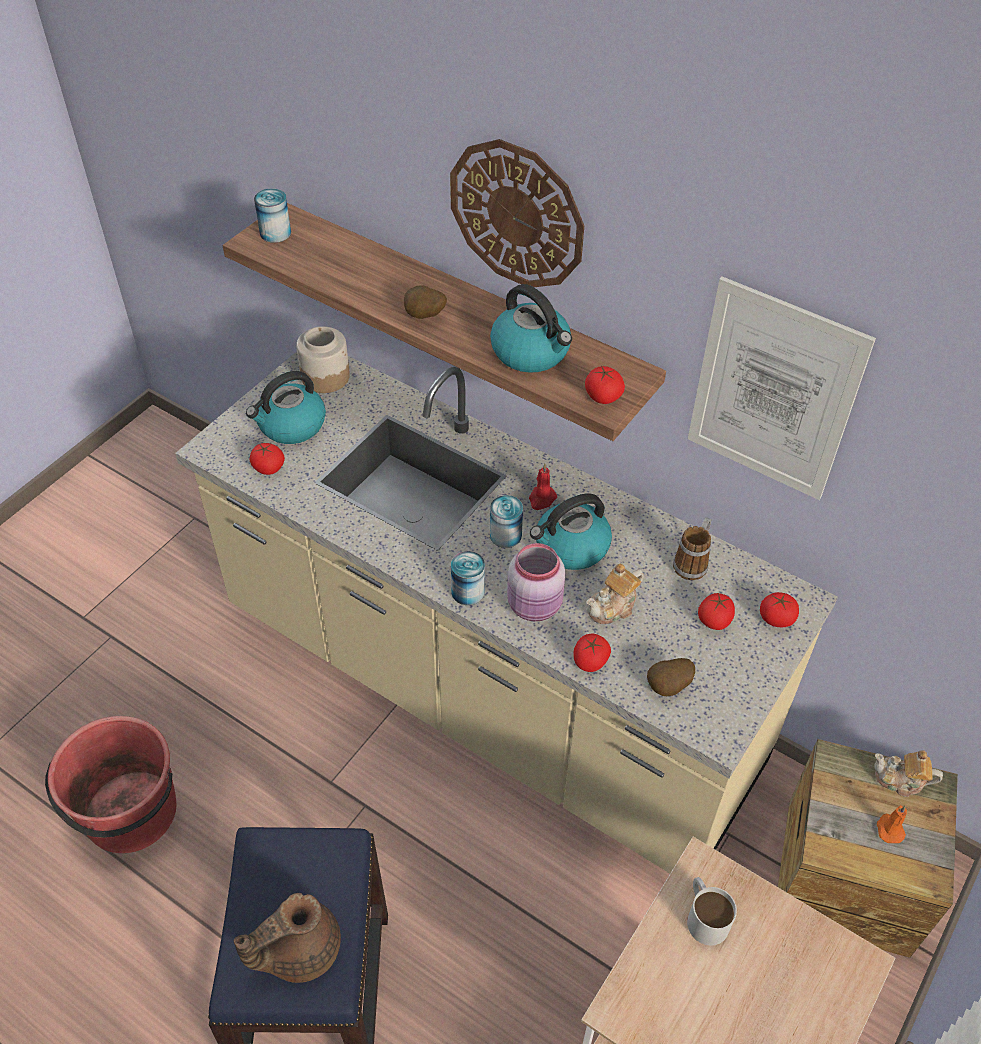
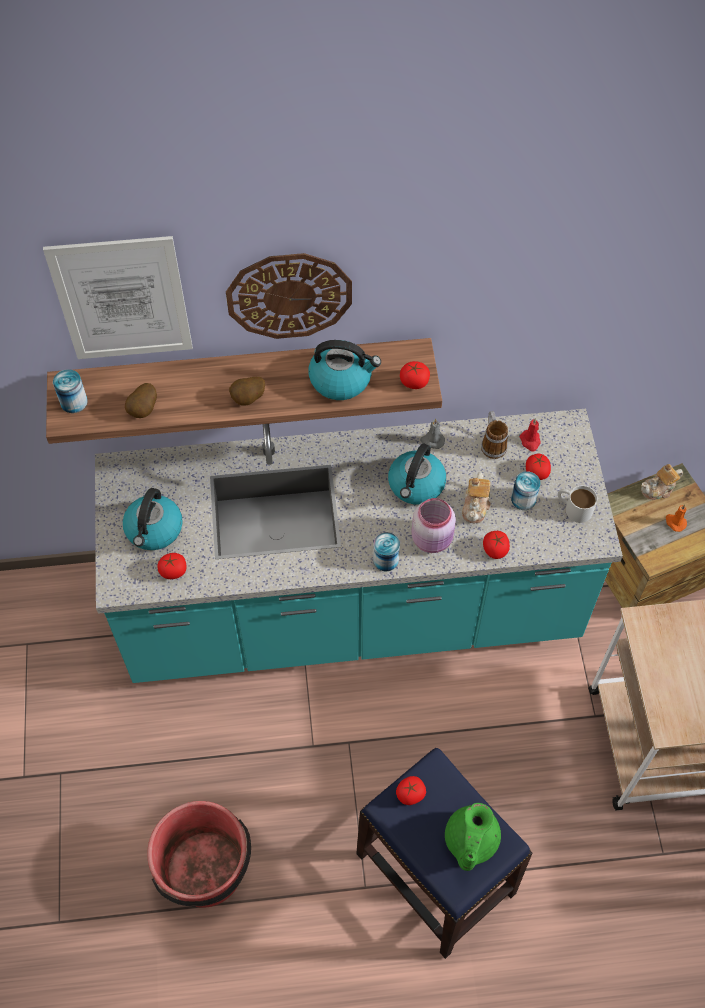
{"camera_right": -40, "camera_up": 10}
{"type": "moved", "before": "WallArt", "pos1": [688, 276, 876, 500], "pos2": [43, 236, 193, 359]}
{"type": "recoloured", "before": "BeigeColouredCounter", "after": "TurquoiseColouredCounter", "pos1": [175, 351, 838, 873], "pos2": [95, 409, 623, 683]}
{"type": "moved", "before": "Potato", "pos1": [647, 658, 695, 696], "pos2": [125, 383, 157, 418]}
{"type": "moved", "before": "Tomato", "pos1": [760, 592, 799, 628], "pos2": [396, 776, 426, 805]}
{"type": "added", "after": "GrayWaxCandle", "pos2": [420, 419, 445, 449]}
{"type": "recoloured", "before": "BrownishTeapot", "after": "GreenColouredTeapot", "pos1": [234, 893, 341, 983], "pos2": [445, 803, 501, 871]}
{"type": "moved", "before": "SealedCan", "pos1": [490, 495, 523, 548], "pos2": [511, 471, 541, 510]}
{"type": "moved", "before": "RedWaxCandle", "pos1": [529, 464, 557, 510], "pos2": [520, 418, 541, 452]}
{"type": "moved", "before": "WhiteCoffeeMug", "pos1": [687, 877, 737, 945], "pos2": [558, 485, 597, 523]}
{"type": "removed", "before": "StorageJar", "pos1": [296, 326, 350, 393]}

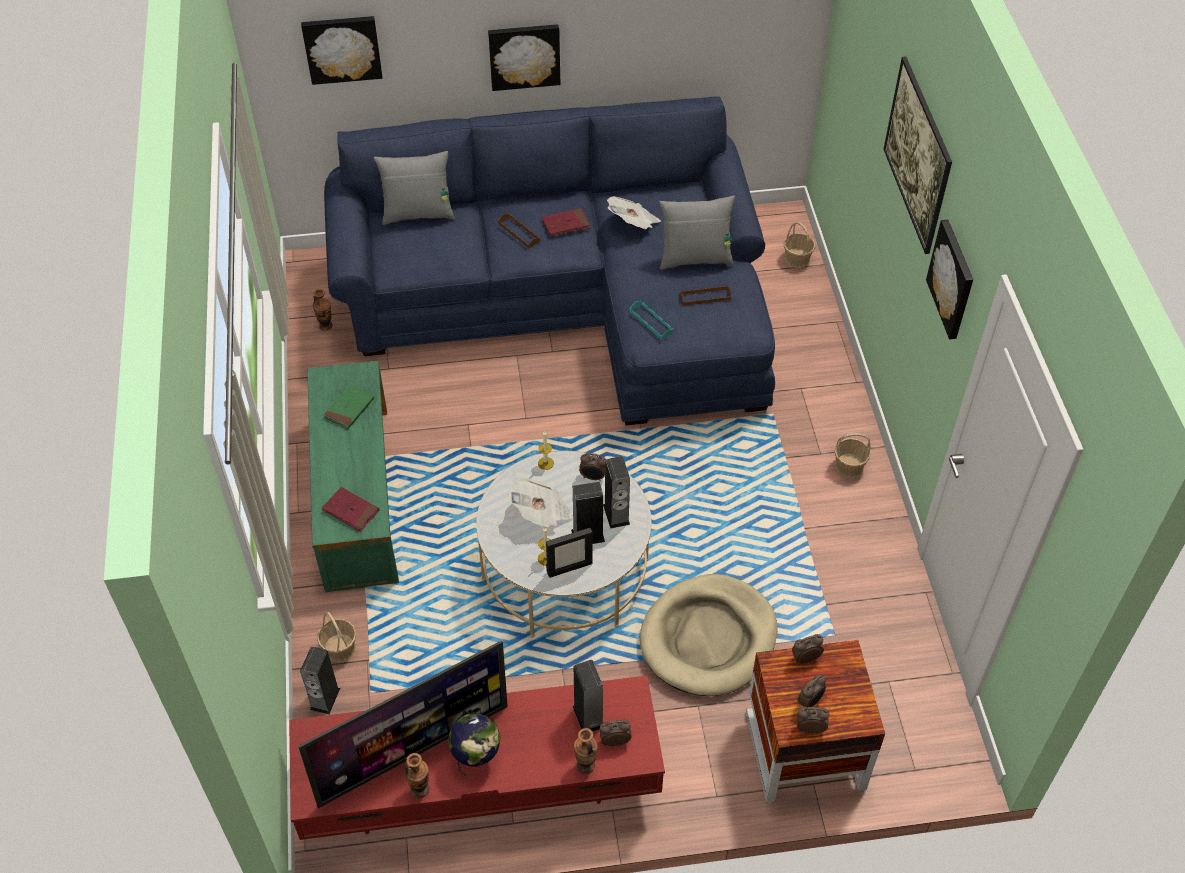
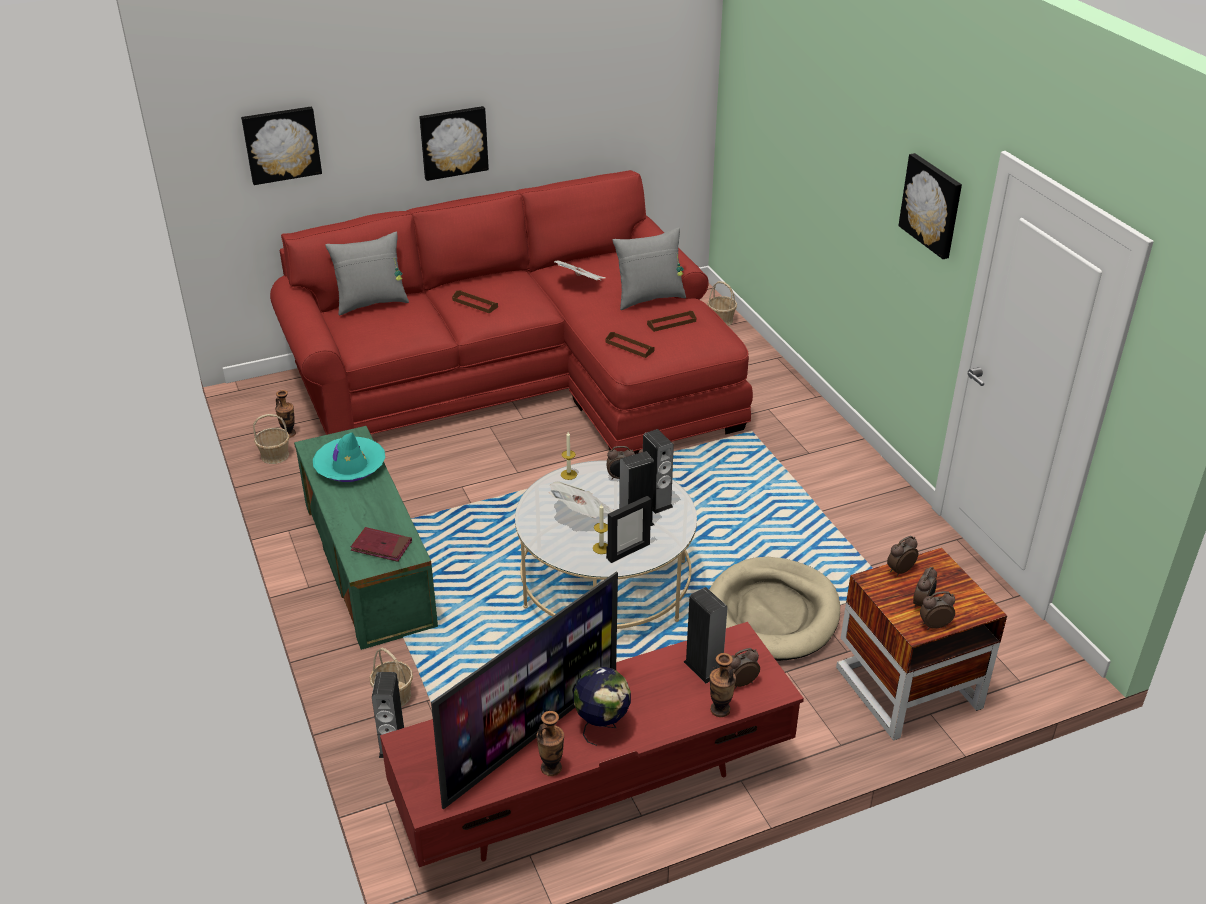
{"camera_right": -15, "camera_up": -15}
{"type": "moved", "before": "Basket", "pos1": [834, 433, 871, 478], "pos2": [253, 414, 290, 464]}
{"type": "recoloured", "before": "BlueColouredSettee", "after": "RedSettee", "pos1": [324, 96, 775, 426], "pos2": [270, 170, 753, 454]}
{"type": "replaced", "before": "GreenColouredVolume", "after": "TurquoiseColouredClothingHat", "pos1": [323, 384, 374, 429], "pos2": [313, 432, 385, 482]}
{"type": "recoloured", "before": "TurquoiseColouredTray", "after": "BrownishTray", "pos1": [630, 301, 674, 340], "pos2": [606, 332, 654, 358]}
{"type": "removed", "before": "RedVolume", "pos1": [542, 208, 590, 237]}
{"type": "removed", "before": "WallArt", "pos1": [883, 56, 952, 254]}

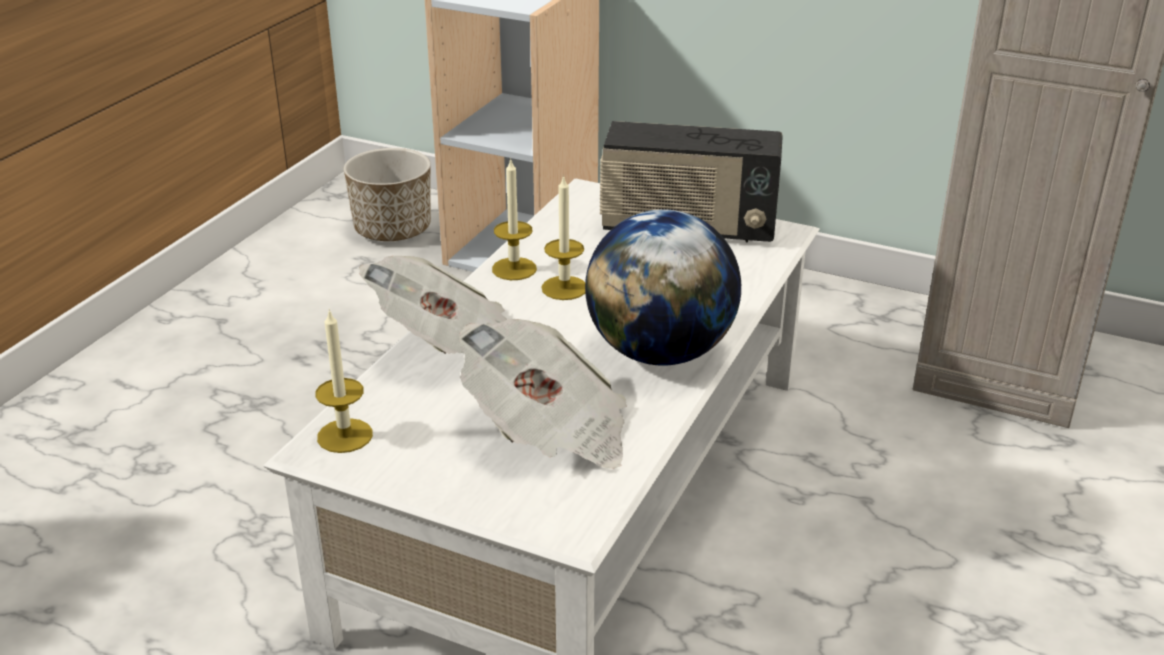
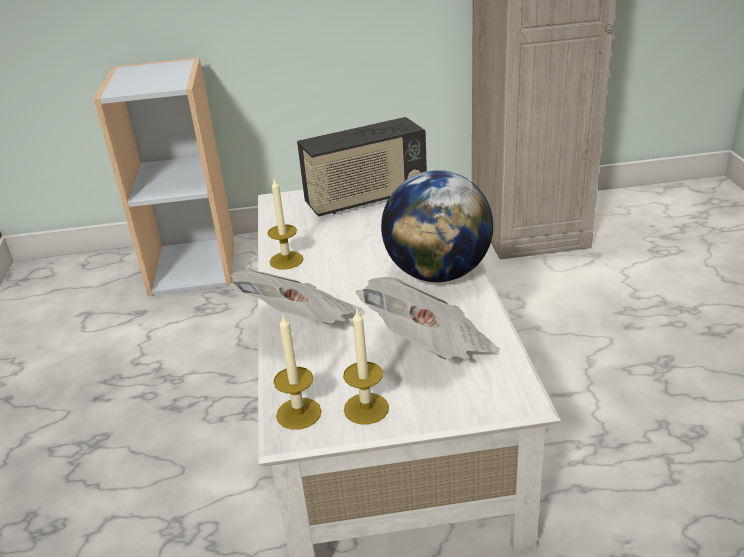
{"camera_right": -30, "camera_up": 0}
{"type": "moved", "before": "WaxCandle", "pos1": [542, 175, 585, 300], "pos2": [343, 310, 389, 424]}
{"type": "removed", "before": "FlowerPot", "pos1": [344, 148, 431, 241]}

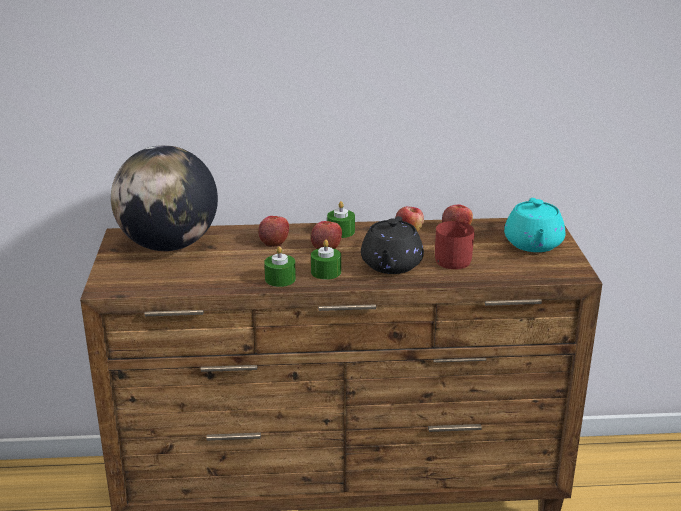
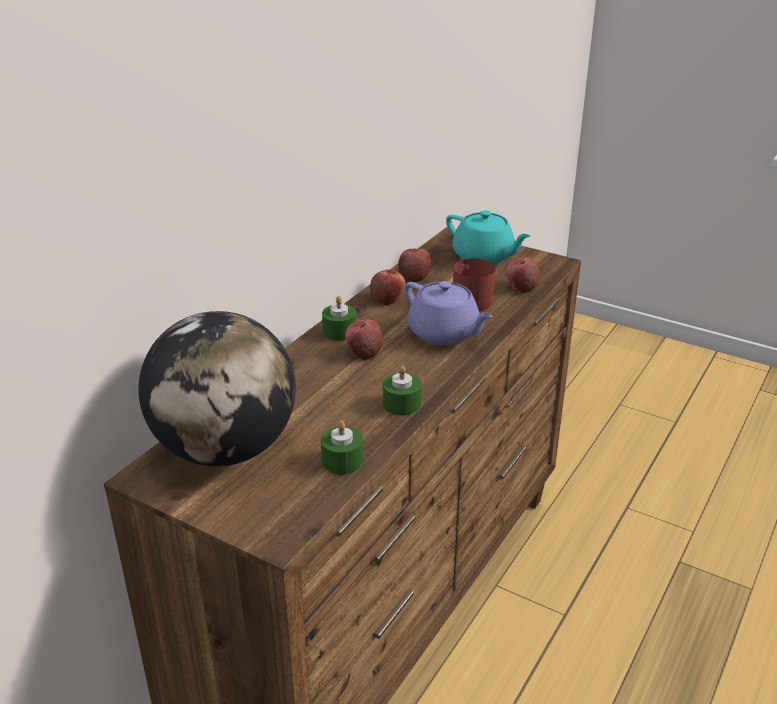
{"camera_right": -55, "camera_up": 5}
{"type": "moved", "before": "GreenColouredWaxCandle", "pos1": [311, 240, 341, 280], "pos2": [321, 420, 364, 475]}
{"type": "recoloured", "before": "BlackTeapot", "after": "PurpleTeapot", "pos1": [361, 216, 424, 274], "pos2": [405, 281, 493, 345]}
{"type": "moved", "before": "WholeApple", "pos1": [259, 216, 289, 247], "pos2": [506, 257, 539, 294]}

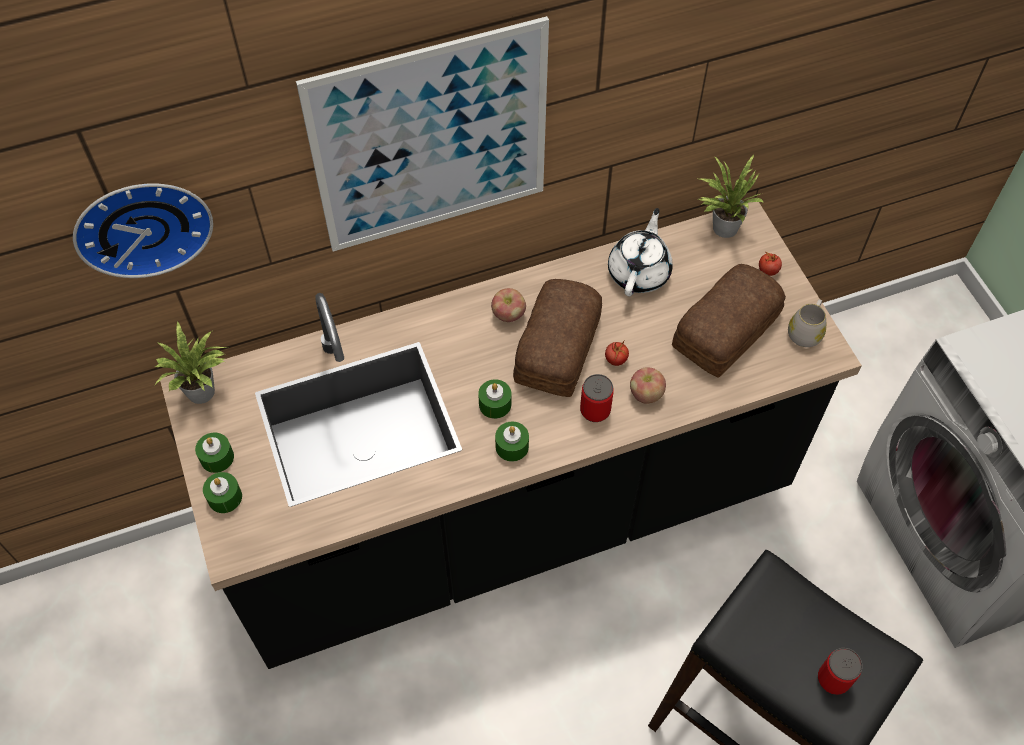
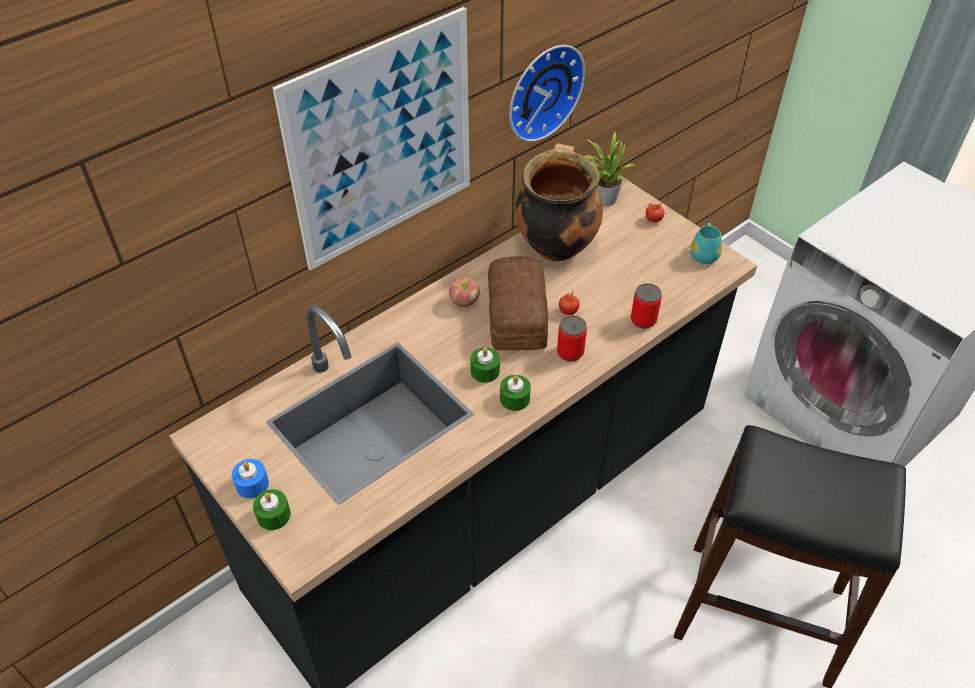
{"camera_right": -20, "camera_up": -10}
{"type": "recoloured", "before": "GreenColouredWaxCandle", "after": "BlueColouredWaxCandle", "pos1": [195, 432, 234, 473], "pos2": [232, 459, 269, 499]}
{"type": "moved", "before": "ClockOnTheWall", "pos1": [73, 183, 213, 278], "pos2": [509, 45, 585, 142]}
{"type": "replaced", "before": "WhiteTeapot", "after": "CookingPot", "pos1": [608, 208, 673, 296], "pos2": [515, 143, 603, 262]}
{"type": "moved", "before": "SealedCan", "pos1": [818, 648, 862, 695], "pos2": [631, 283, 662, 329]}
{"type": "recoloured", "before": "WhiteCoffeeMug", "after": "TurquoiseColouredCoffeeMug", "pos1": [788, 299, 826, 347], "pos2": [690, 223, 722, 264]}
{"type": "removed", "before": "PlantInAPot", "pos1": [155, 322, 227, 404]}
{"type": "removed", "before": "WholeApple", "pos1": [630, 368, 666, 404]}
{"type": "removed", "before": "BakedBread", "pos1": [672, 264, 786, 378]}

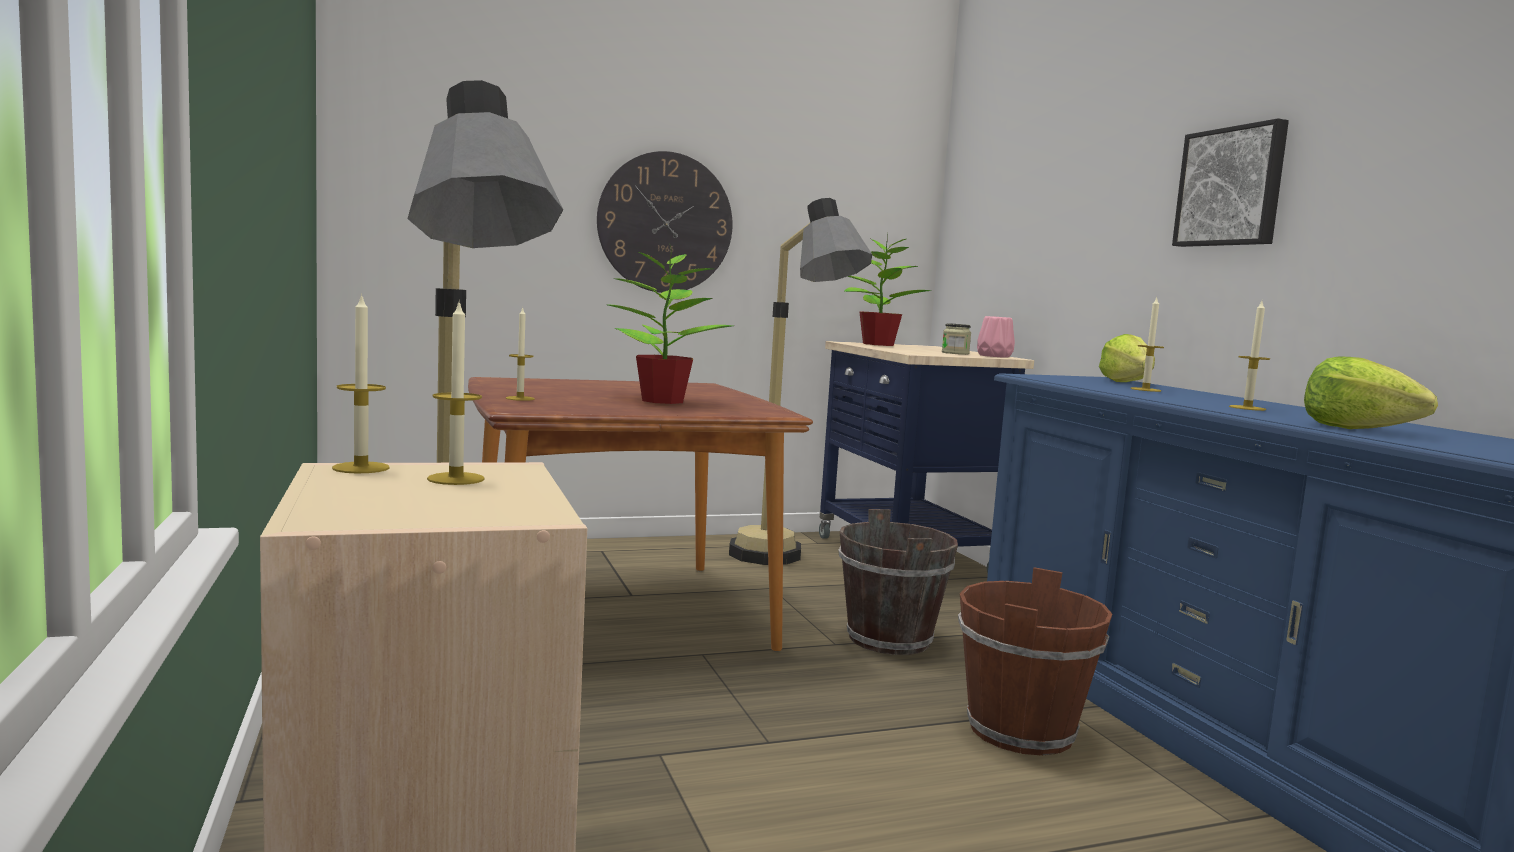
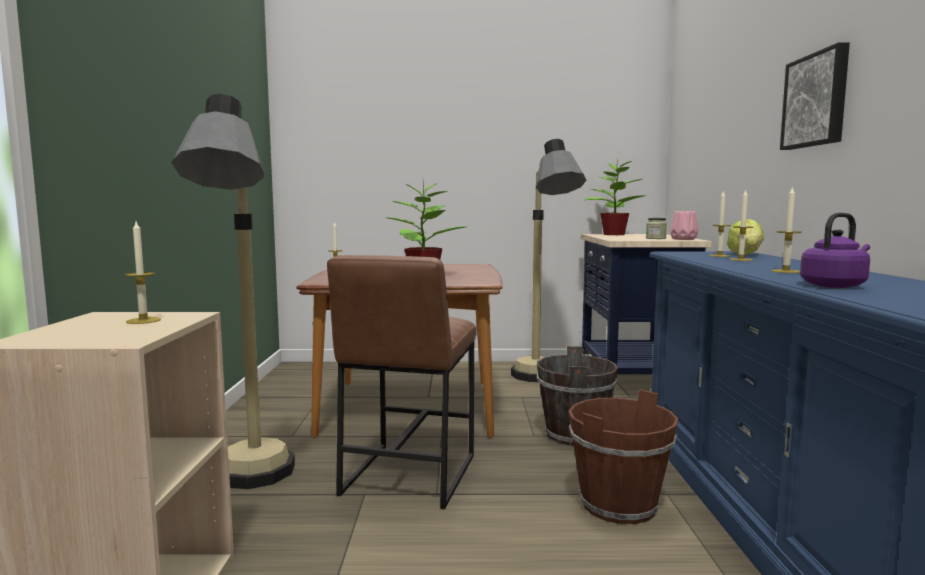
{"camera_right": 20, "camera_up": 0}
{"type": "added", "after": "BrownishUprightChair", "pos2": [327, 255, 476, 509]}
{"type": "moved", "before": "WaxCandle", "pos1": [332, 293, 390, 473], "pos2": [709, 190, 731, 257]}
{"type": "replaced", "before": "LettuceHead", "after": "PurpleKettle", "pos1": [1304, 356, 1438, 429], "pos2": [800, 213, 870, 288]}
{"type": "removed", "before": "ClockOnTheWall", "pos1": [597, 151, 733, 293]}

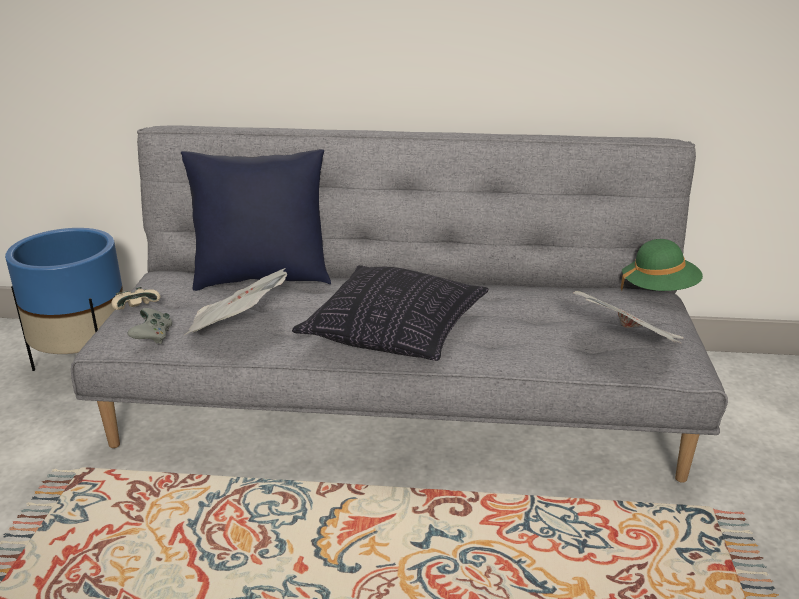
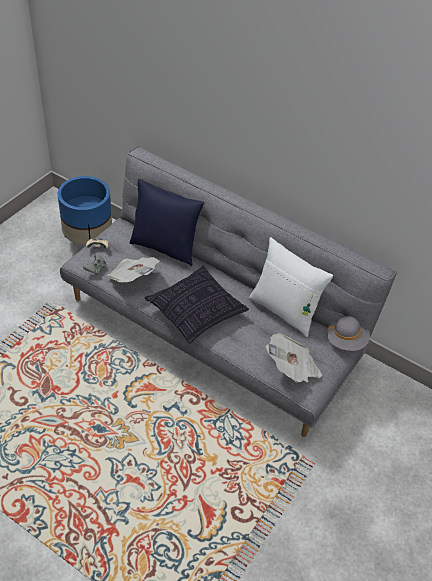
{"camera_right": 25, "camera_up": 20}
{"type": "added", "after": "WhiteCushion", "pos2": [249, 237, 333, 337]}
{"type": "recoloured", "before": "GreenColouredClothingHat", "after": "GrayClothingHat", "pos1": [621, 239, 703, 291], "pos2": [326, 316, 370, 351]}

